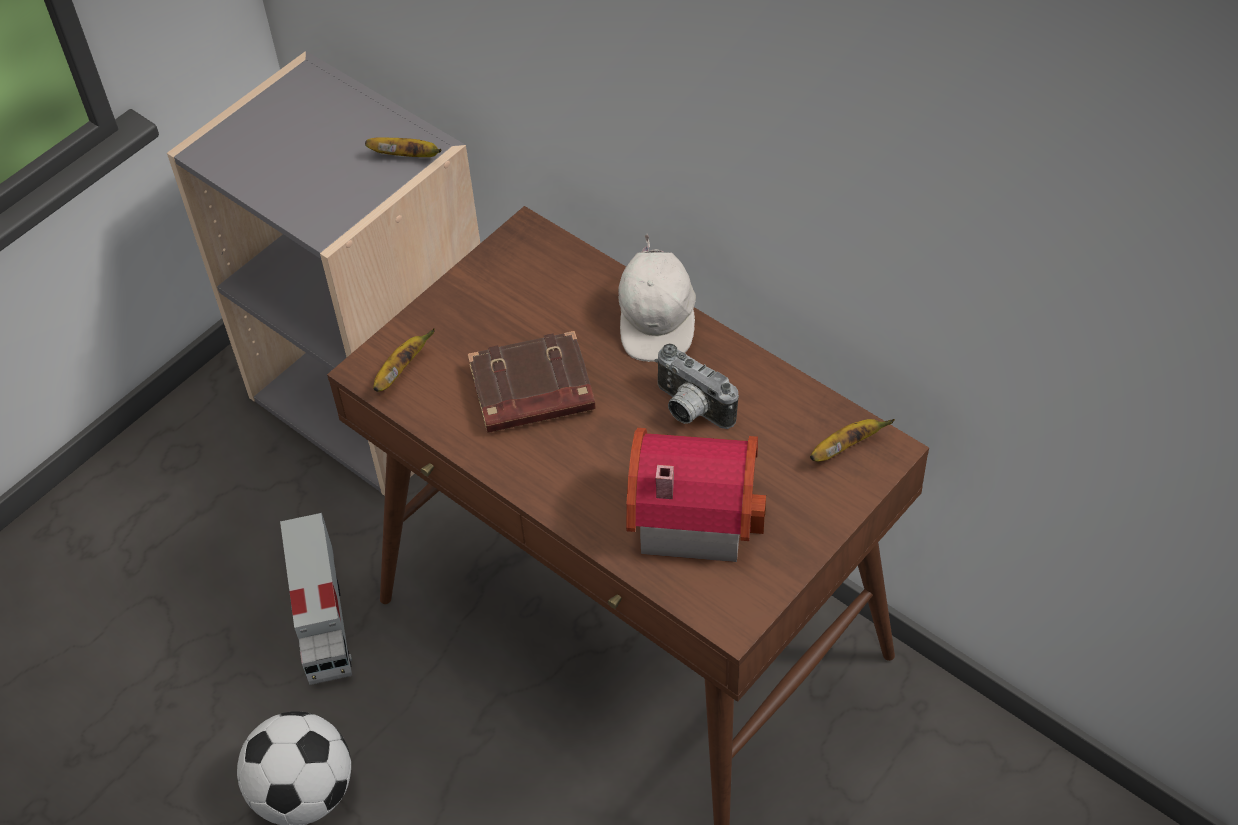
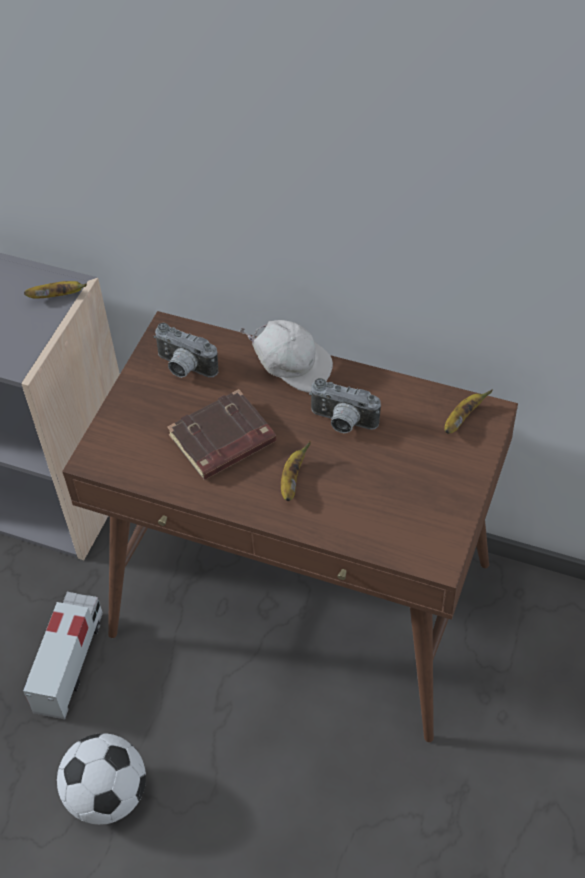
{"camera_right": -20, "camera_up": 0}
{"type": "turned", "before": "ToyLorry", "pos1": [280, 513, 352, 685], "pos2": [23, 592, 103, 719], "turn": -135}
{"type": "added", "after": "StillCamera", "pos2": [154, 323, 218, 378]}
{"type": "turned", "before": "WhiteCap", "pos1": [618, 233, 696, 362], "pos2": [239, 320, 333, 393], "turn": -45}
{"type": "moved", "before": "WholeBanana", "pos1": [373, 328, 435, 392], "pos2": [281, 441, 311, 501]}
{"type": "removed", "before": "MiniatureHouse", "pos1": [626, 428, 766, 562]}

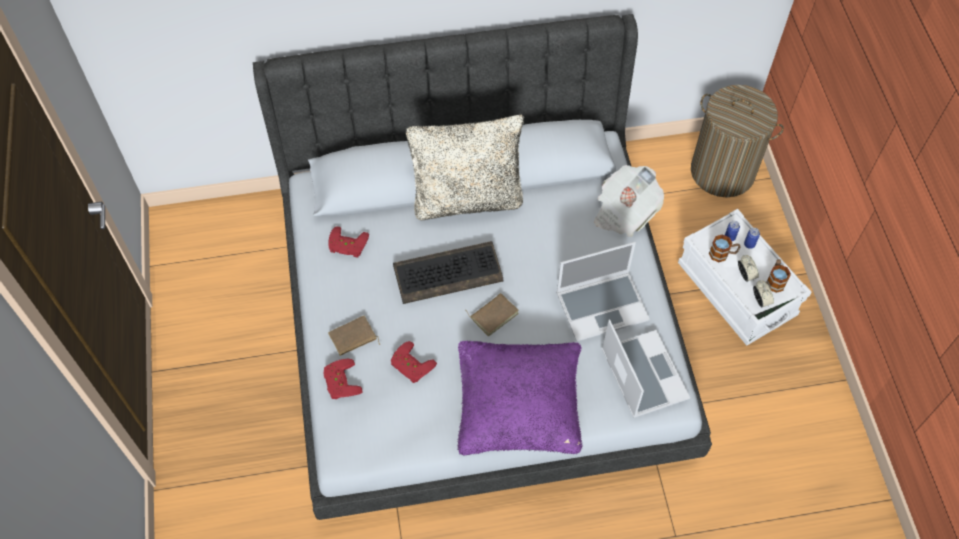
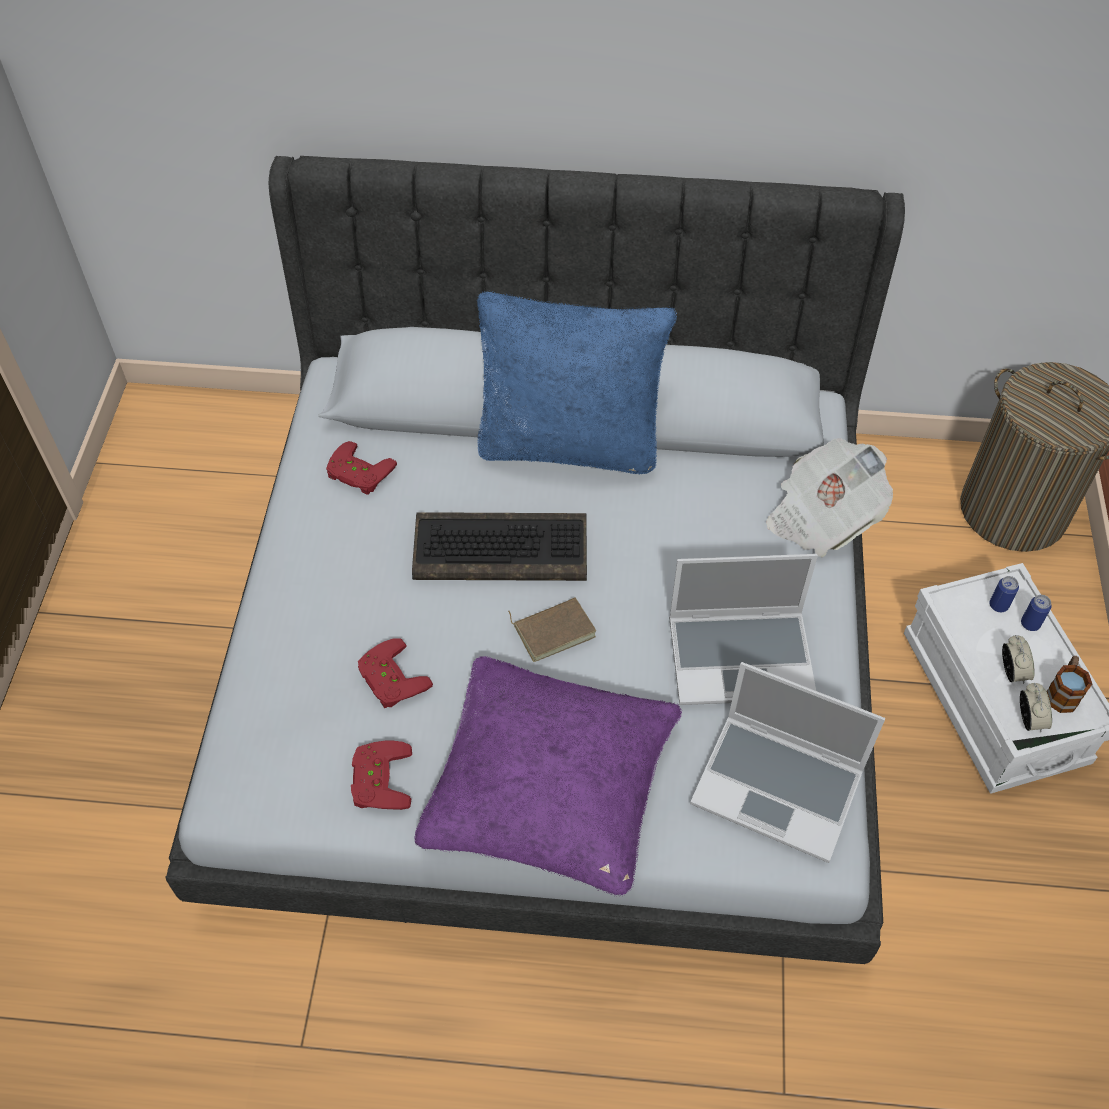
{"camera_right": 15, "camera_up": -5}
{"type": "moved", "before": "RedGamepad", "pos1": [324, 359, 363, 399], "pos2": [351, 741, 412, 810]}
{"type": "recoloured", "before": "BeigeColouredCushion", "after": "BlueColouredCushion", "pos1": [405, 115, 524, 220], "pos2": [477, 291, 677, 474]}
{"type": "turned", "before": "Laptop", "pos1": [602, 319, 690, 418], "pos2": [690, 662, 885, 863], "turn": 120}
{"type": "removed", "before": "BrownishVolume", "pos1": [328, 316, 380, 356]}
{"type": "removed", "before": "CoffeeMug", "pos1": [709, 234, 740, 262]}

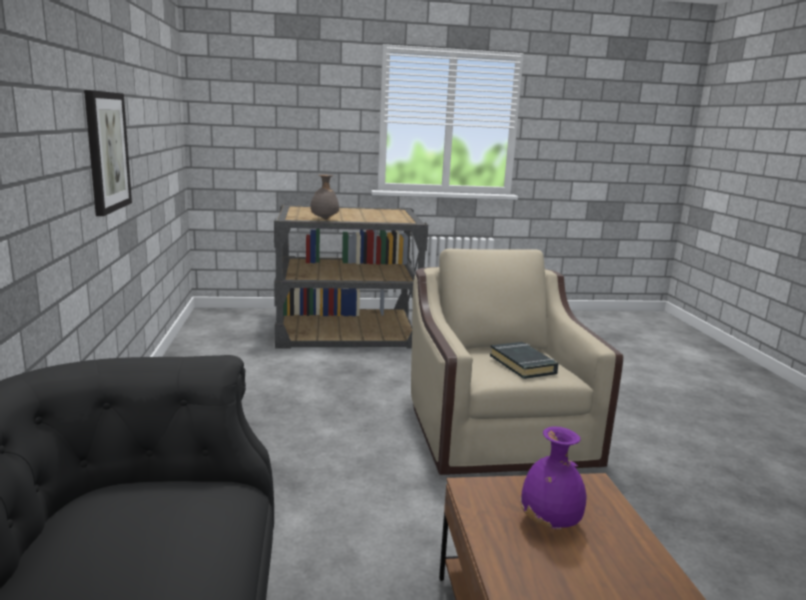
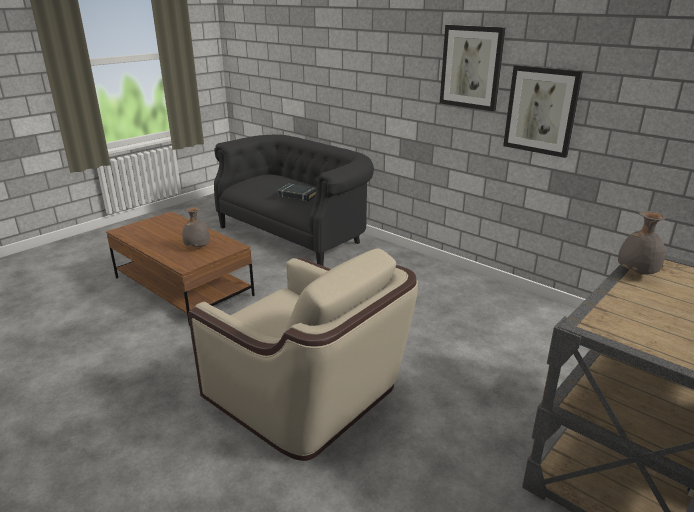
{"camera_right": 140, "camera_up": 10}
{"type": "recoloured", "before": "PurpleDecorativeVase", "after": "GrayDecorativeVase", "pos1": [520, 427, 587, 530], "pos2": [182, 207, 210, 249]}
{"type": "moved", "before": "BlackVolume", "pos1": [490, 342, 559, 379], "pos2": [278, 184, 317, 201]}
{"type": "added", "after": "WallArt", "pos2": [440, 25, 506, 111]}

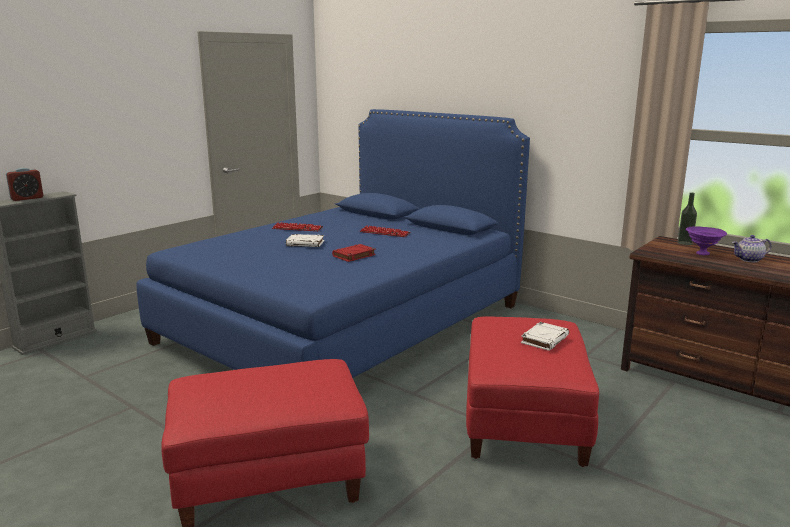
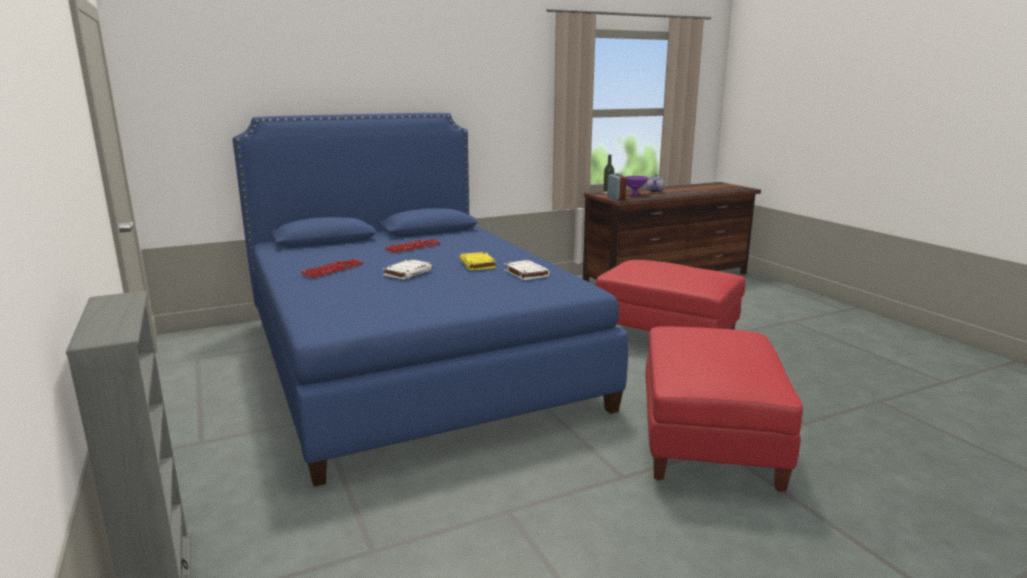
{"camera_right": -65, "camera_up": 0}
{"type": "recoloured", "before": "RedVolume", "after": "YellowColouredVolume", "pos1": [332, 244, 376, 262], "pos2": [459, 252, 496, 270]}
{"type": "moved", "before": "WhiteVolume", "pos1": [521, 322, 569, 351], "pos2": [504, 260, 550, 280]}
{"type": "moved", "before": "BedsideClock", "pos1": [6, 168, 43, 201], "pos2": [607, 173, 626, 200]}

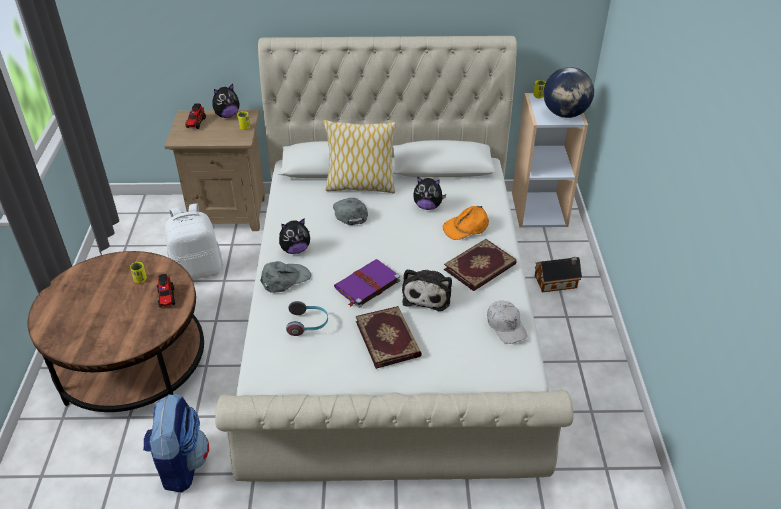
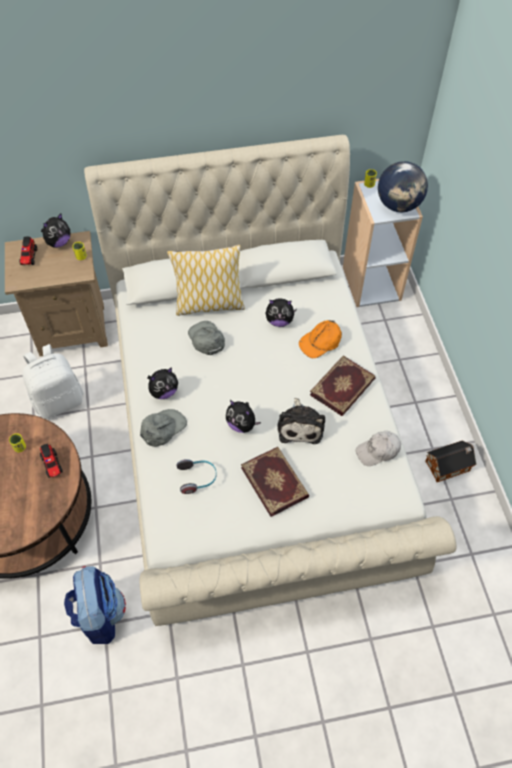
{"camera_right": -10, "camera_up": 15}
{"type": "replaced", "before": "PurpleVolume", "after": "PlushToy", "pos1": [334, 259, 400, 308], "pos2": [226, 400, 261, 433]}
{"type": "turned", "before": "WhiteCap", "pos1": [487, 301, 528, 344], "pos2": [356, 431, 401, 466], "turn": 105}
{"type": "moved", "before": "MiniatureHouse", "pos1": [535, 257, 582, 292], "pos2": [425, 440, 477, 482]}

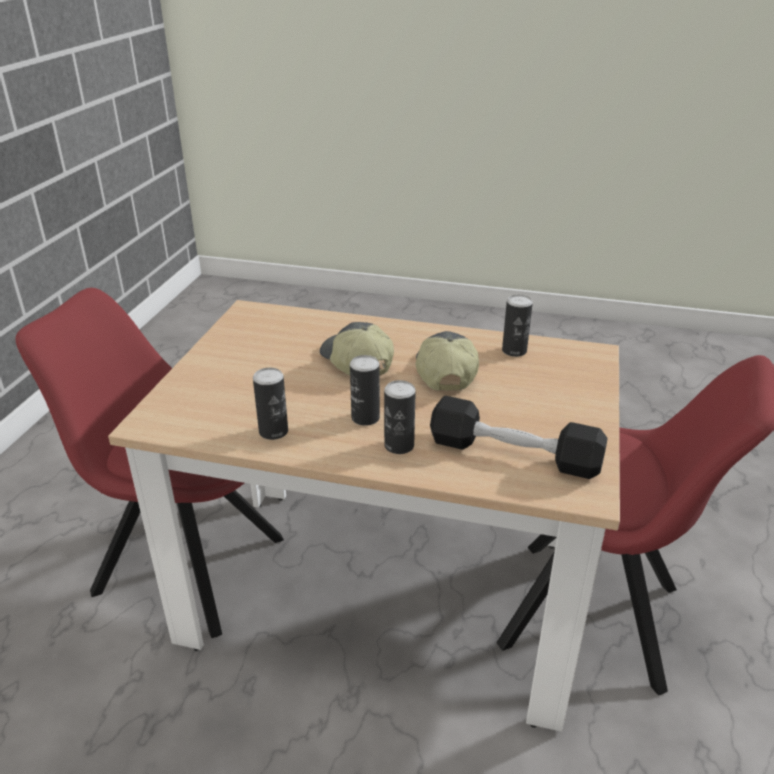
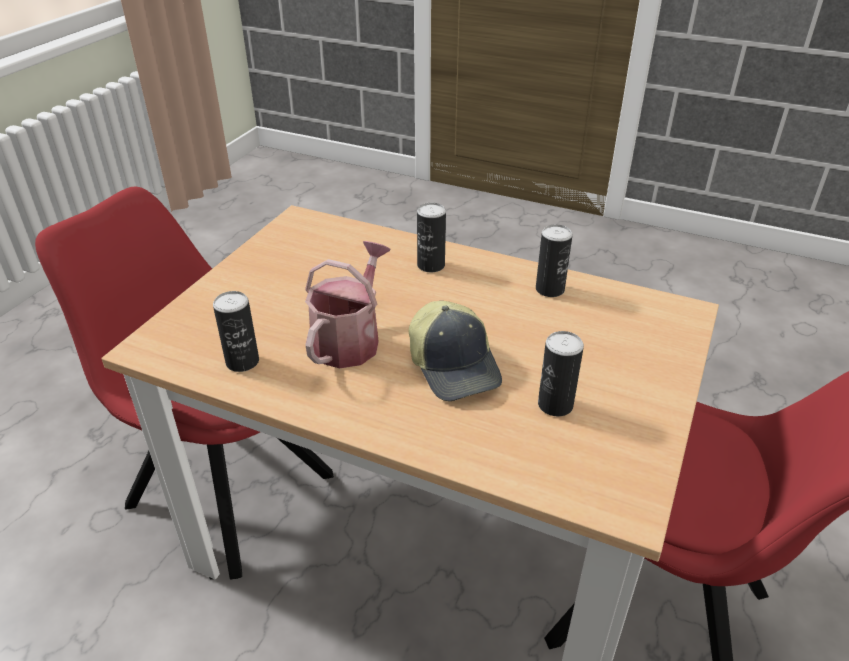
{"camera_right": -170, "camera_up": 5}
{"type": "replaced", "before": "Cap", "after": "SprinklingCan", "pos1": [415, 331, 479, 391], "pos2": [305, 241, 391, 369]}
{"type": "moved", "before": "SealedCan", "pos1": [350, 355, 380, 426], "pos2": [538, 331, 584, 417]}
{"type": "removed", "before": "BlackHandWeight", "pos1": [430, 396, 608, 479]}

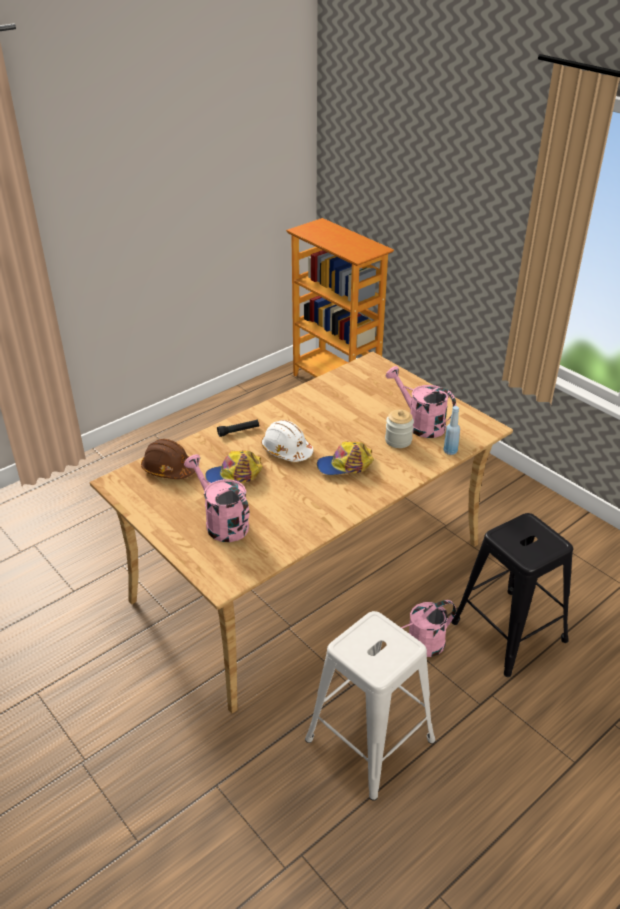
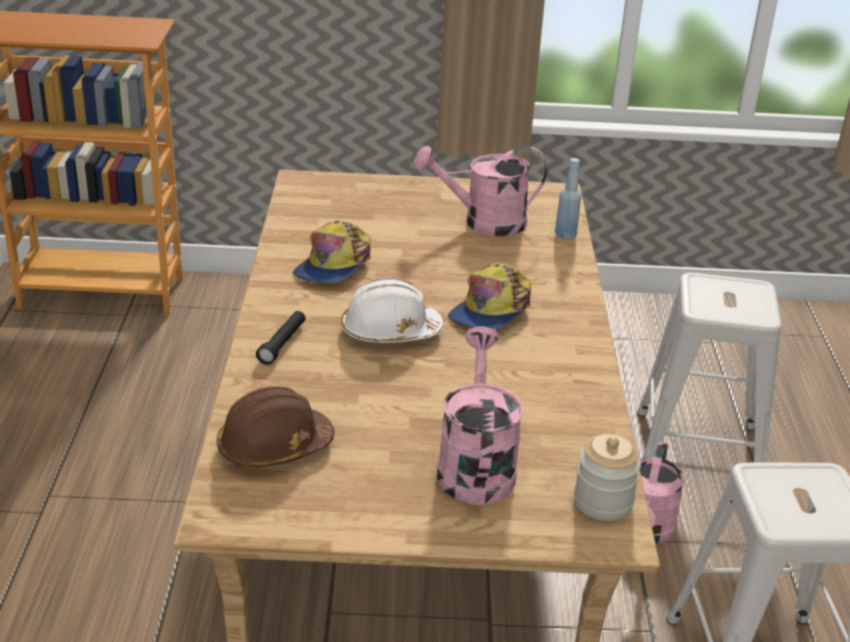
{"camera_right": -50, "camera_up": -5}
{"type": "moved", "before": "Cap", "pos1": [205, 450, 263, 483], "pos2": [293, 220, 371, 283]}
{"type": "turned", "before": "PinkishSprinklingCan", "pos1": [184, 454, 250, 542], "pos2": [437, 326, 523, 505], "turn": 90}
{"type": "moved", "before": "StorageJar", "pos1": [385, 409, 414, 448], "pos2": [574, 434, 641, 521]}
{"type": "recoloured", "before": "BlackStool", "after": "WhiteStool", "pos1": [451, 513, 573, 677], "pos2": [637, 273, 782, 463]}

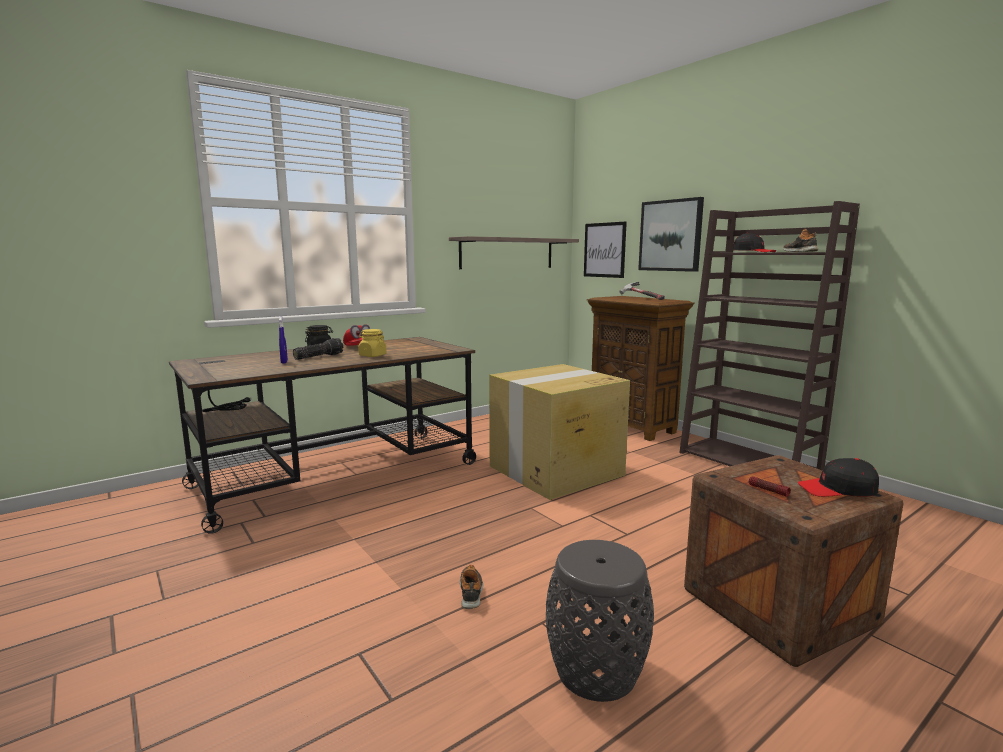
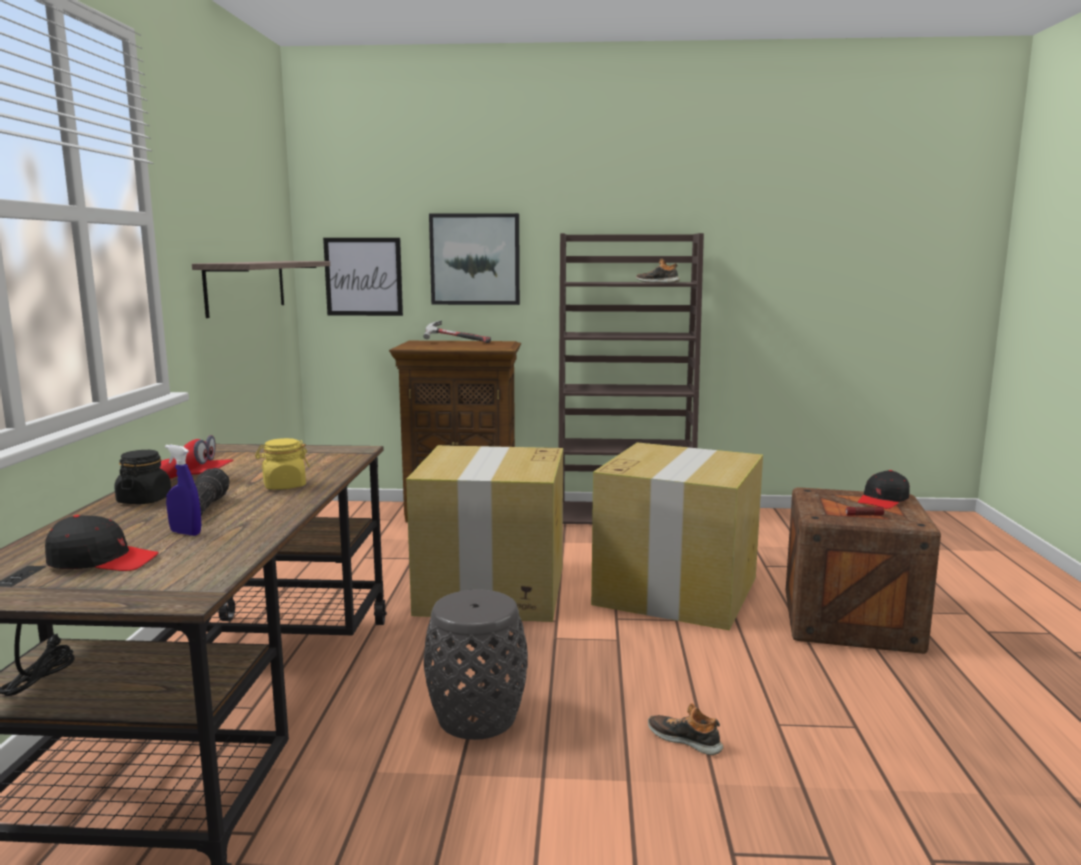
{"camera_right": -50, "camera_up": 0}
{"type": "moved", "before": "BlackCap", "pos1": [733, 233, 776, 252], "pos2": [45, 515, 159, 571]}
{"type": "moved", "before": "GrayStool", "pos1": [546, 540, 654, 702], "pos2": [424, 590, 528, 740]}
{"type": "added", "after": "Carton", "pos2": [591, 442, 763, 631]}

